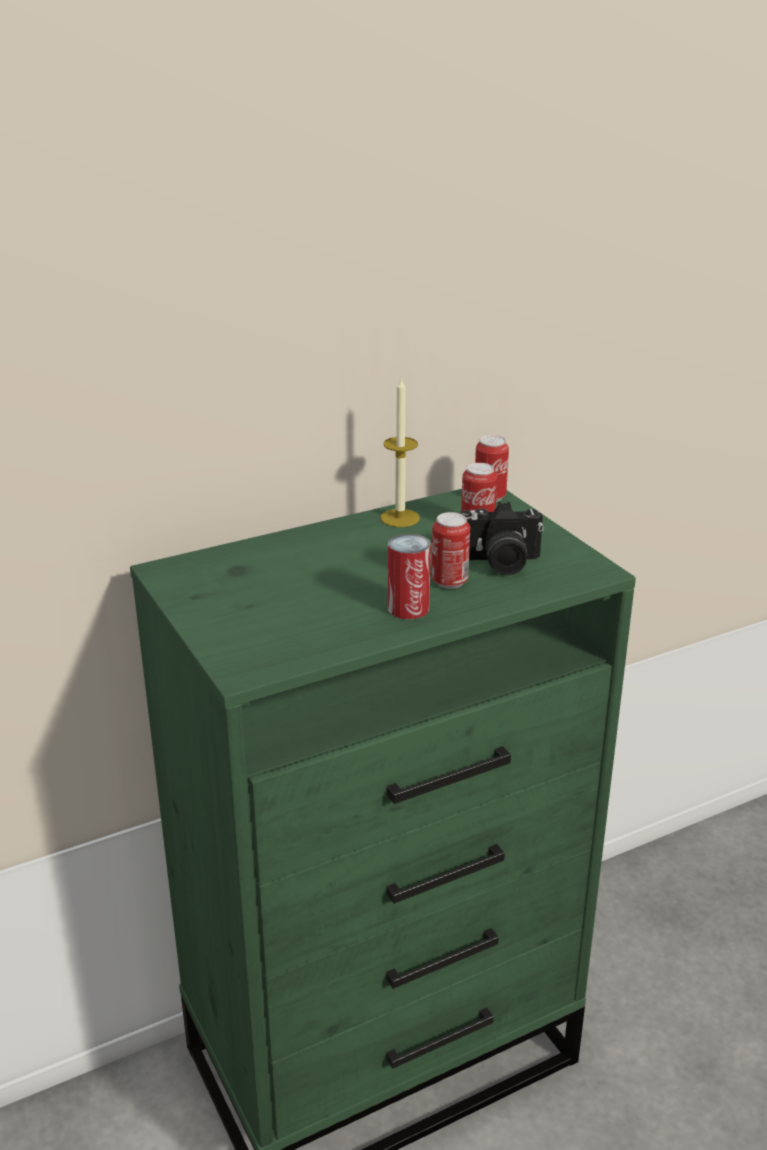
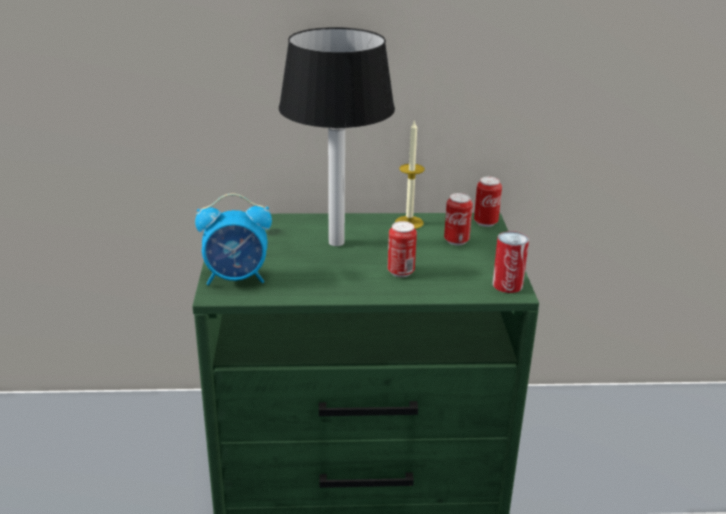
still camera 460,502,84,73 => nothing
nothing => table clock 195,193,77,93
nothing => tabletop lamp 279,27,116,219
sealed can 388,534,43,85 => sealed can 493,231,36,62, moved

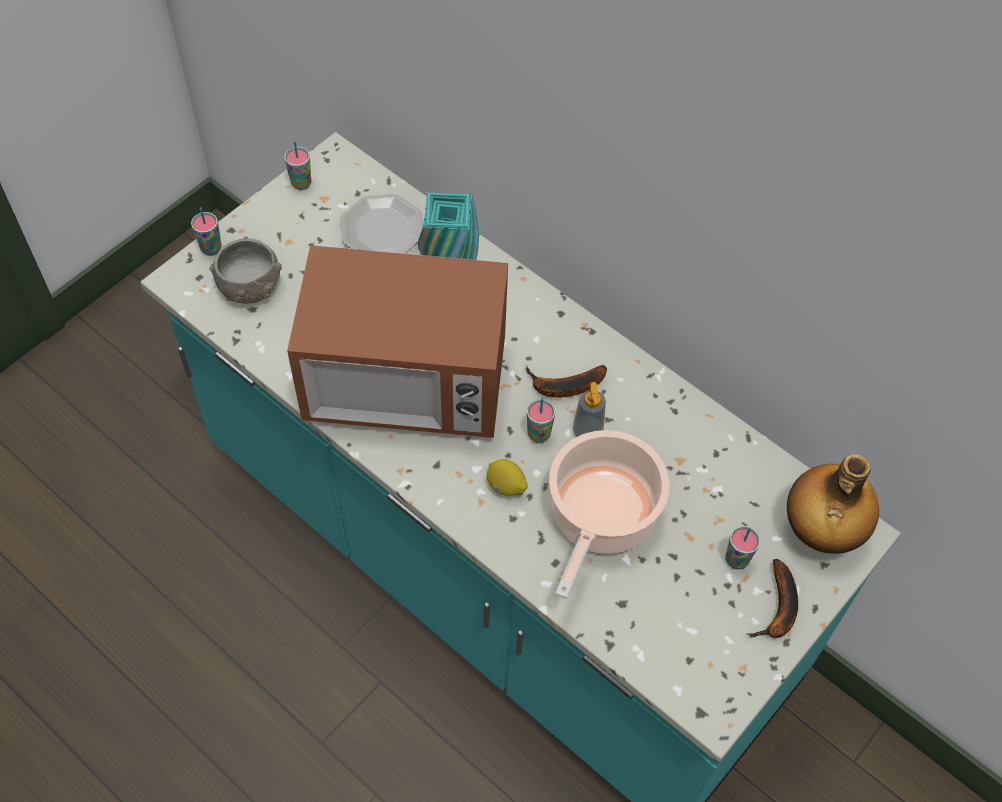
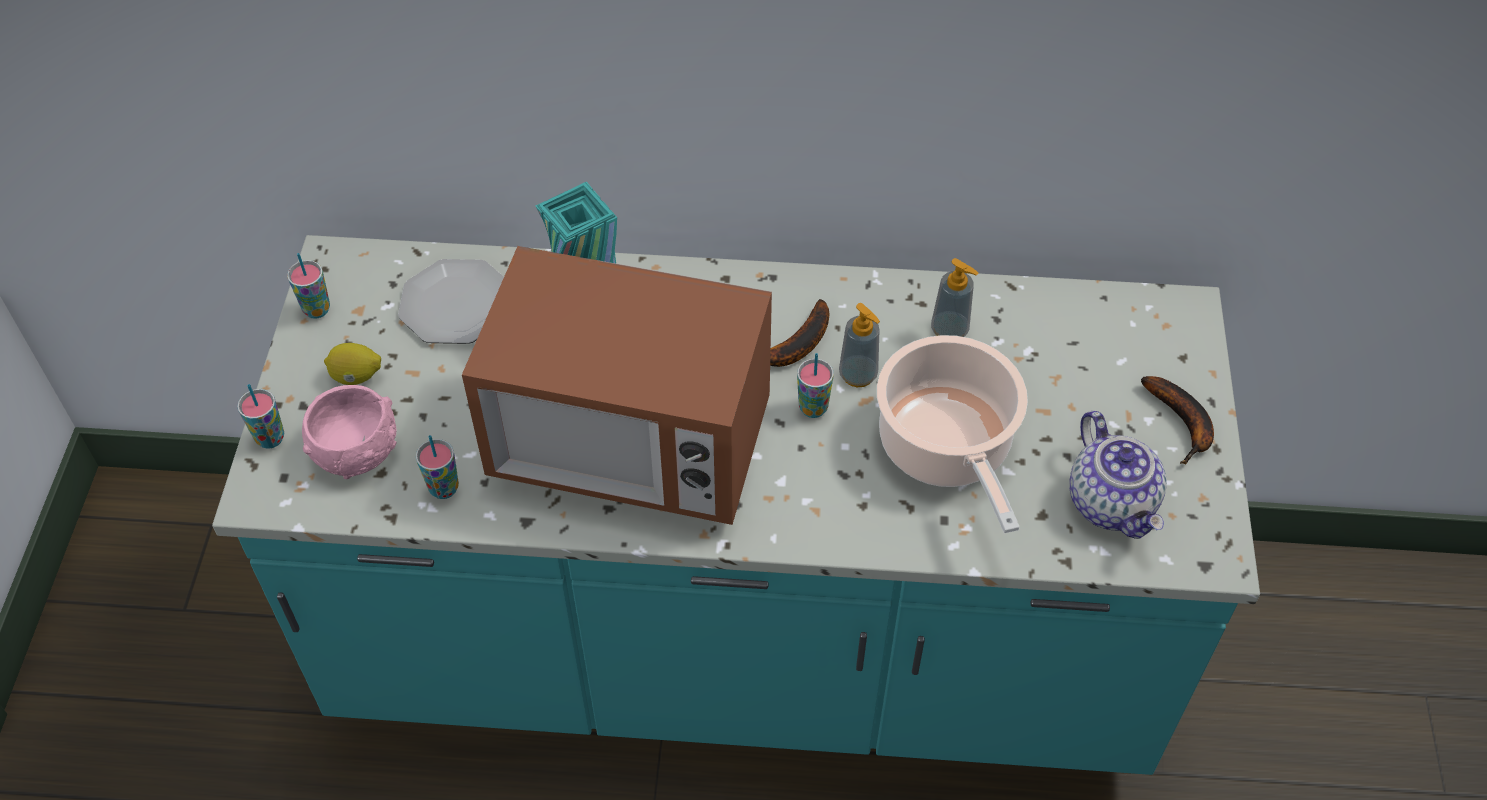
bottle 787,454,92,100 => nothing
nothing => soap bottle 931,258,47,79
nothing => pot for tea 1070,411,97,128
lemon 486,459,42,37 => lemon 324,343,57,42, moved
small cup 725,526,35,44 => small cup 416,435,43,64, moved
gray bowl 209,238,73,66 => pinkish bowl 302,385,95,94
microwave 287,245,221,193 => microwave 462,246,310,279, 45 degrees clockwise

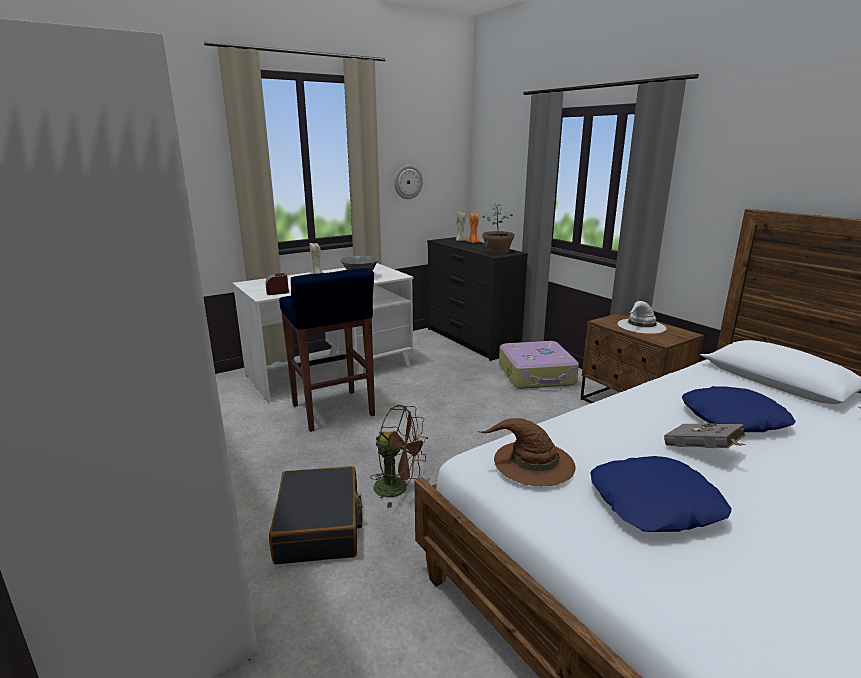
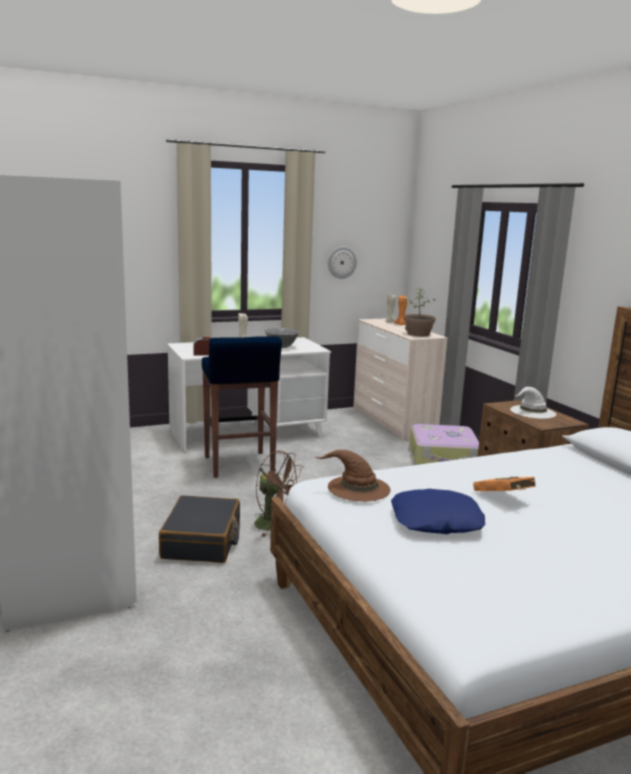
blue cushion 682,386,114,46 => nothing
blackish chest of drawers 427,237,101,124 => sand-coloured chest of drawers 353,318,95,123
gray volume 664,423,83,25 => orange volume 473,477,63,14

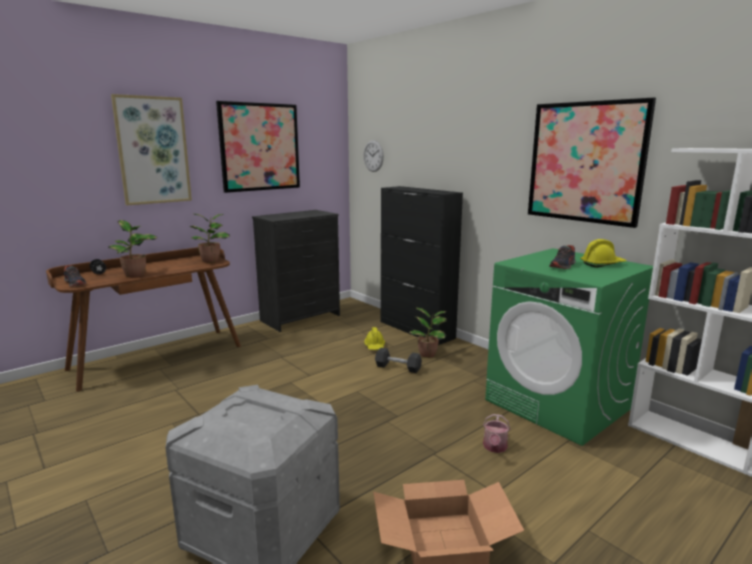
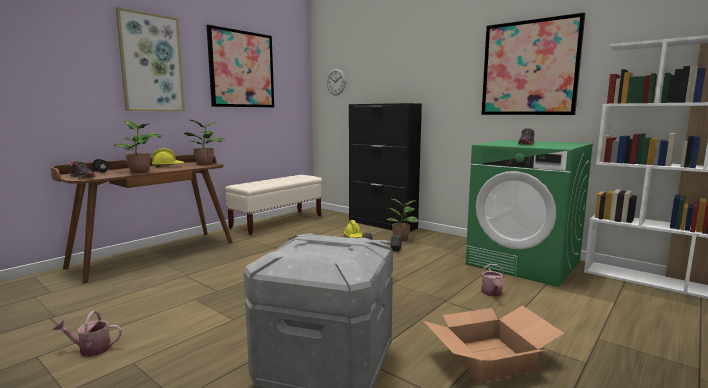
nothing => watering pot 53,311,69,46
yellow-coloured safety helmet 581,239,46,29 => yellow-coloured safety helmet 152,148,33,20, moved
blackish chest of drawers 252,210,88,122 => sand-coloured bench 225,175,97,60

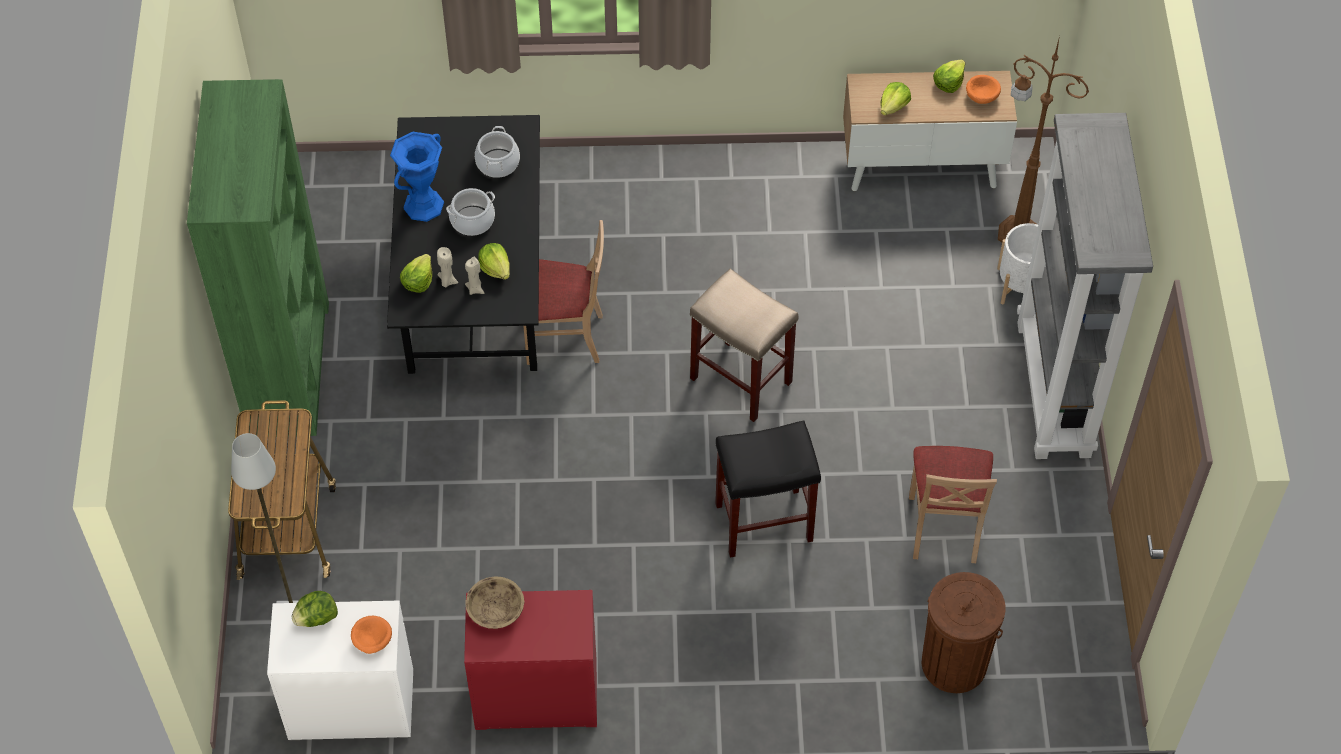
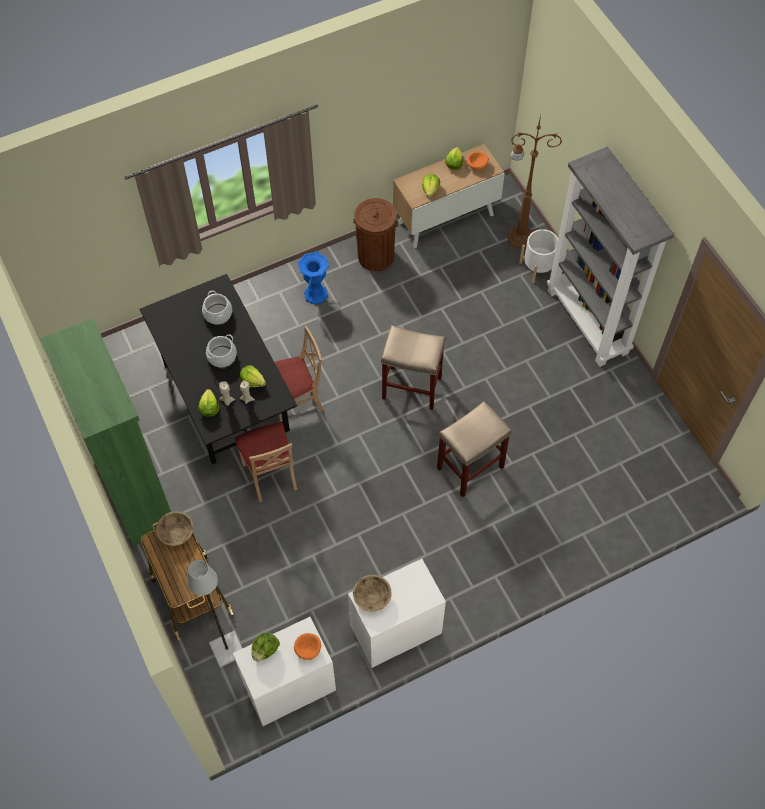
nothing => sand-coloured bowl 156,511,37,35
blue decorative vase 390,131,54,91 => blue decorative vase 298,251,31,53, moved
sand-coloured upright chair 909,446,88,117 => sand-coloured upright chair 235,422,62,80, moved
brown rubbish bin 922,572,84,121 => brown rubbish bin 353,198,45,73, moved
red-coloured chest of drawers 464,590,133,140 => white-coloured chest of drawers 348,559,98,109
blackish stool seat 715,420,106,138 => sand-coloured stool seat 437,401,74,96

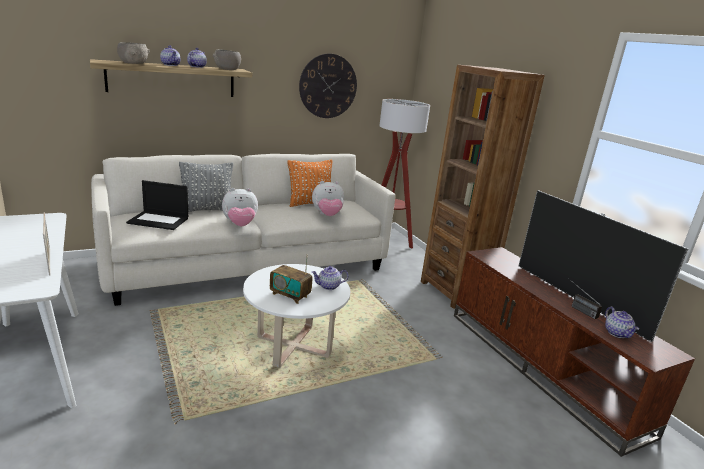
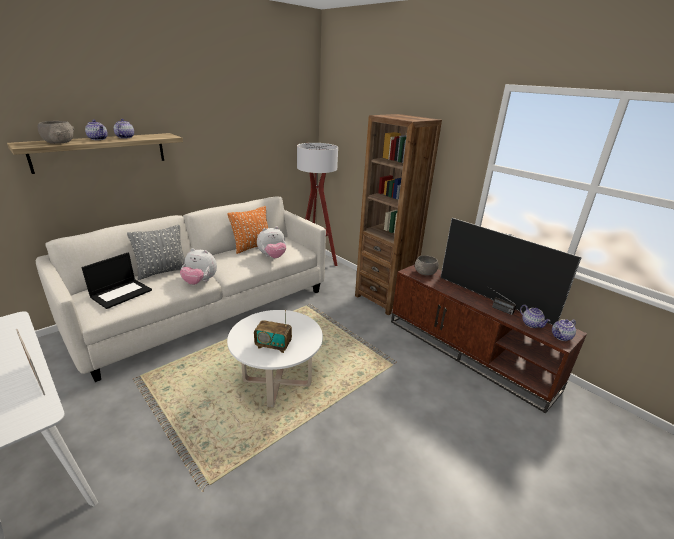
hanging clock 299,54,58,64 => nothing
gray bowl 213,49,28,21 => gray bowl 415,255,24,21, moved
pot for tea 311,266,37,24 => pot for tea 552,319,24,22, moved
notebook computer 126,180,62,50 => notebook computer 82,253,70,56, 45 degrees counterclockwise
plush toy 222,188,36,38 => plush toy 180,248,37,37, 45 degrees clockwise

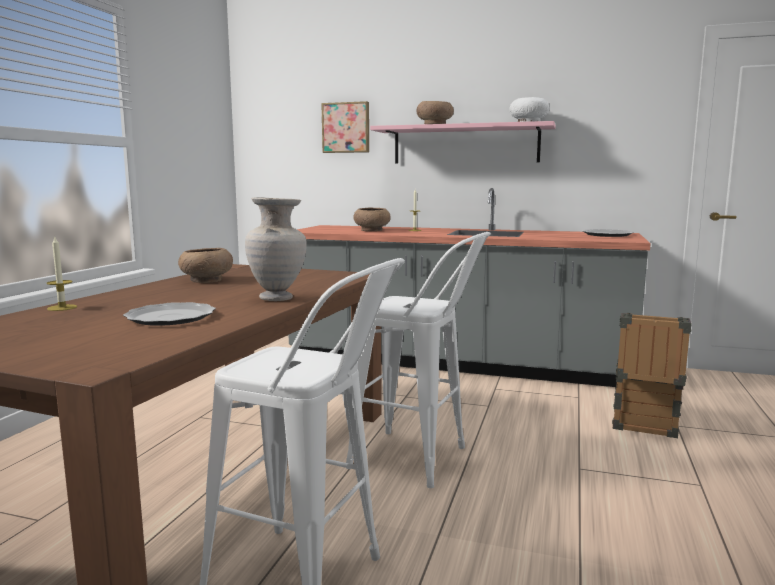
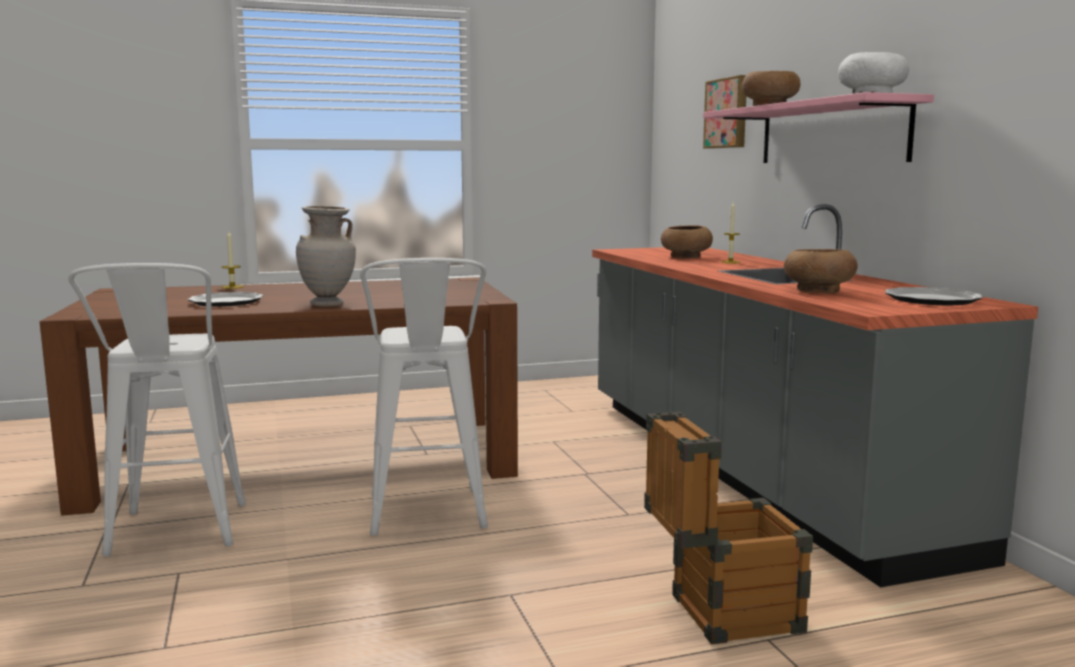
brown bowl 178,248,55,35 => brown bowl 784,249,73,44, moved

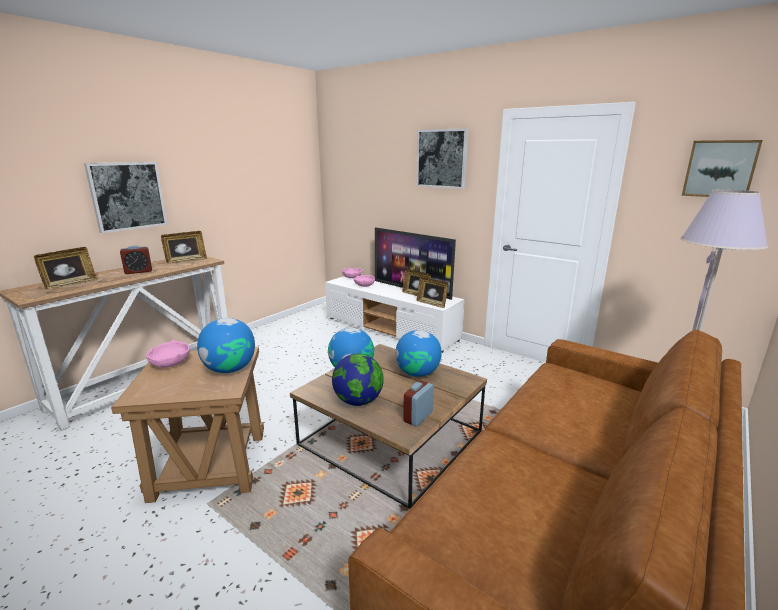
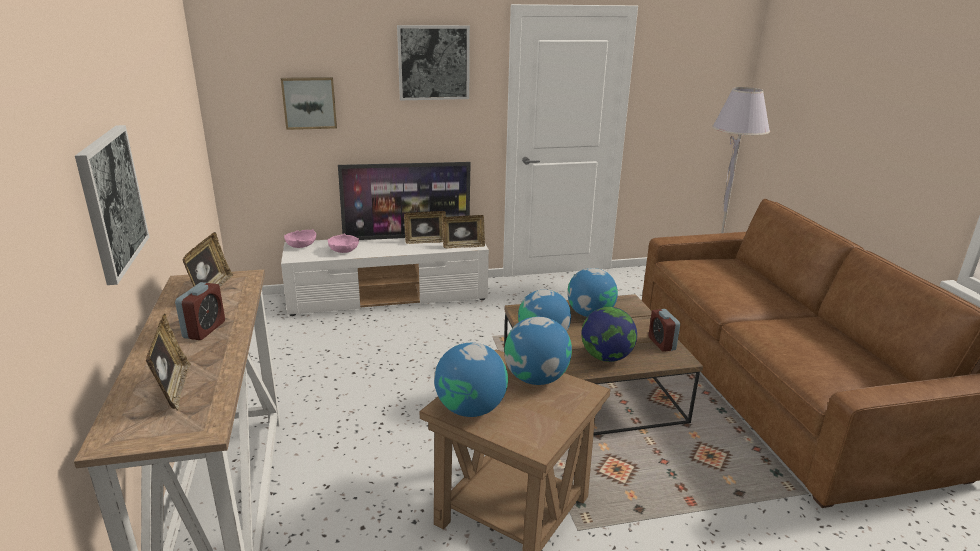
picture 682,140,81,57 => picture 281,77,56,53, moved
pinkish bowl 146,340,44,28 => globe 434,343,74,74

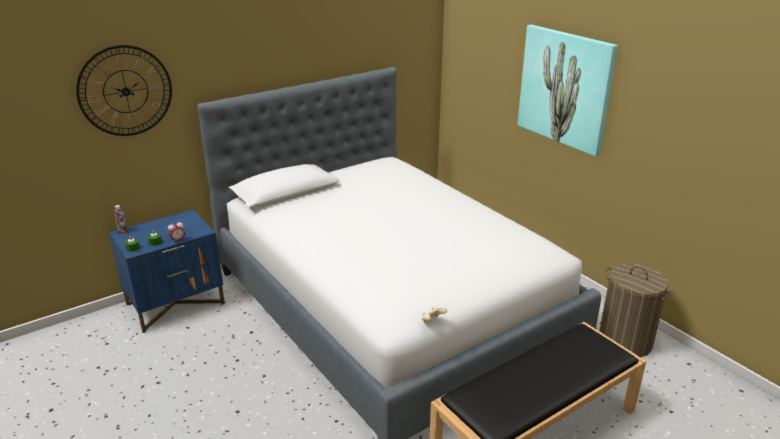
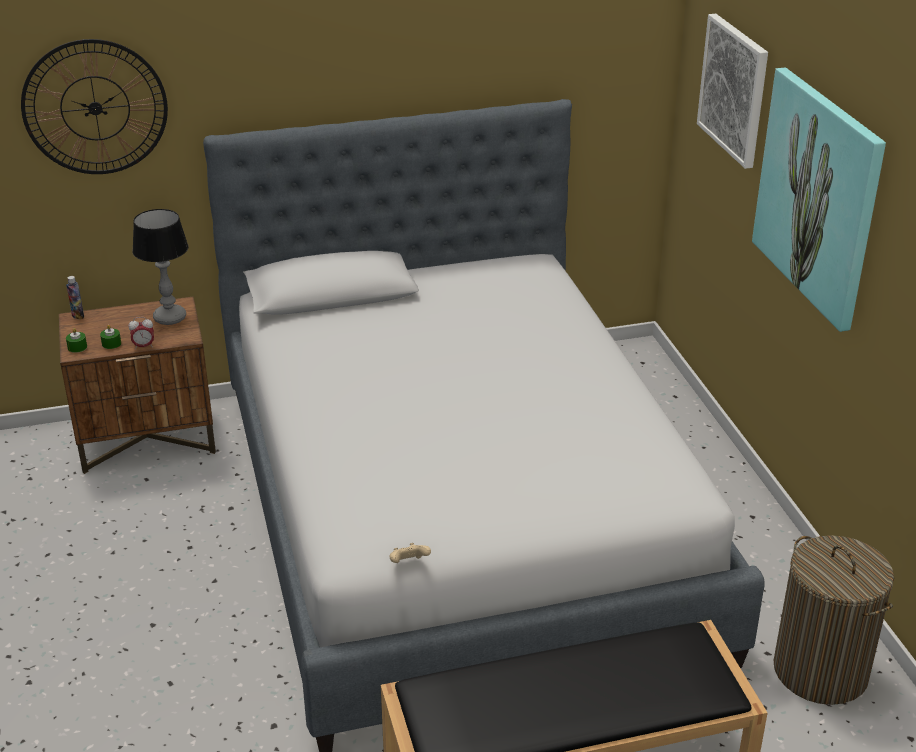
nothing => tabletop lamp 132,209,56,116
nothing => picture 697,14,71,155
blue night table 109,209,116,124 => brown night table 59,297,157,177

